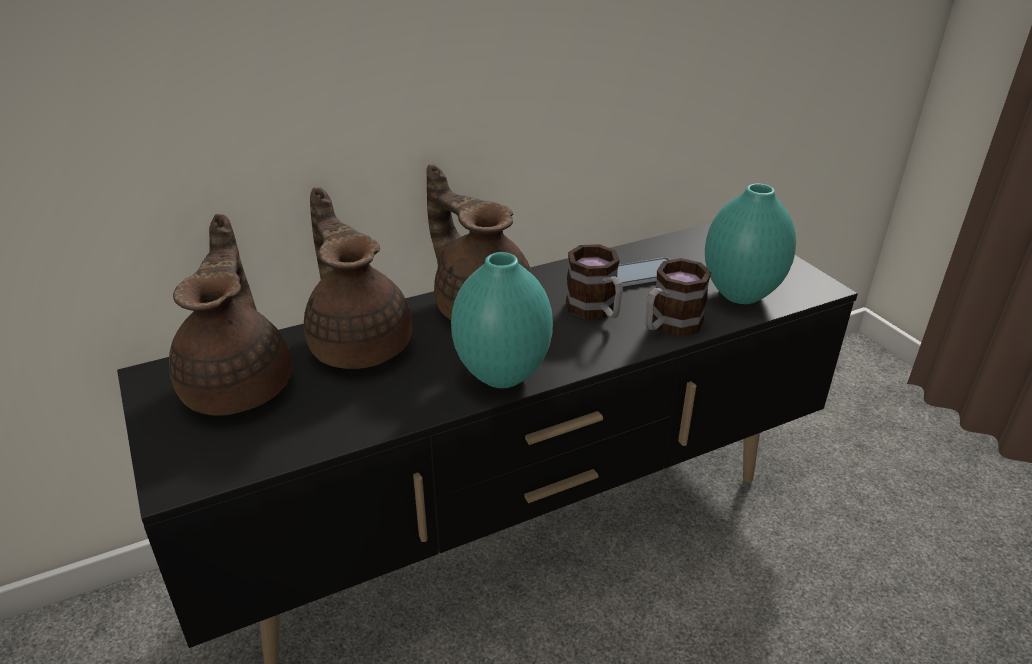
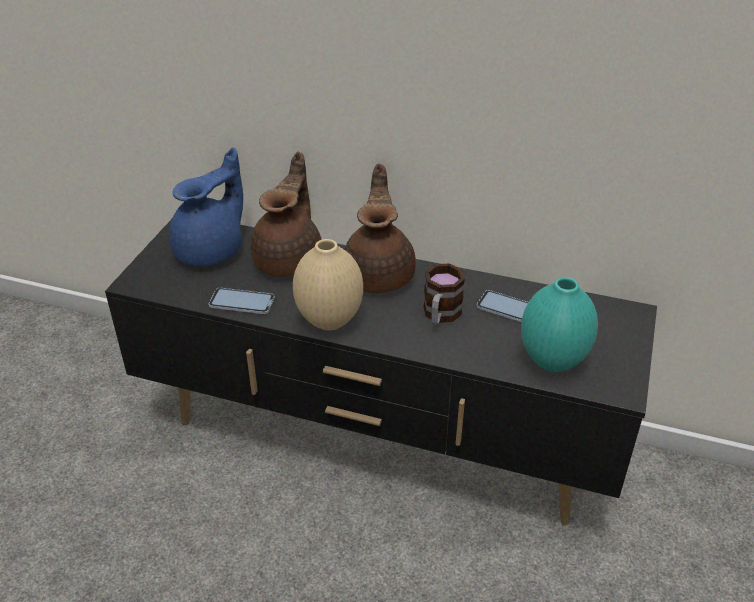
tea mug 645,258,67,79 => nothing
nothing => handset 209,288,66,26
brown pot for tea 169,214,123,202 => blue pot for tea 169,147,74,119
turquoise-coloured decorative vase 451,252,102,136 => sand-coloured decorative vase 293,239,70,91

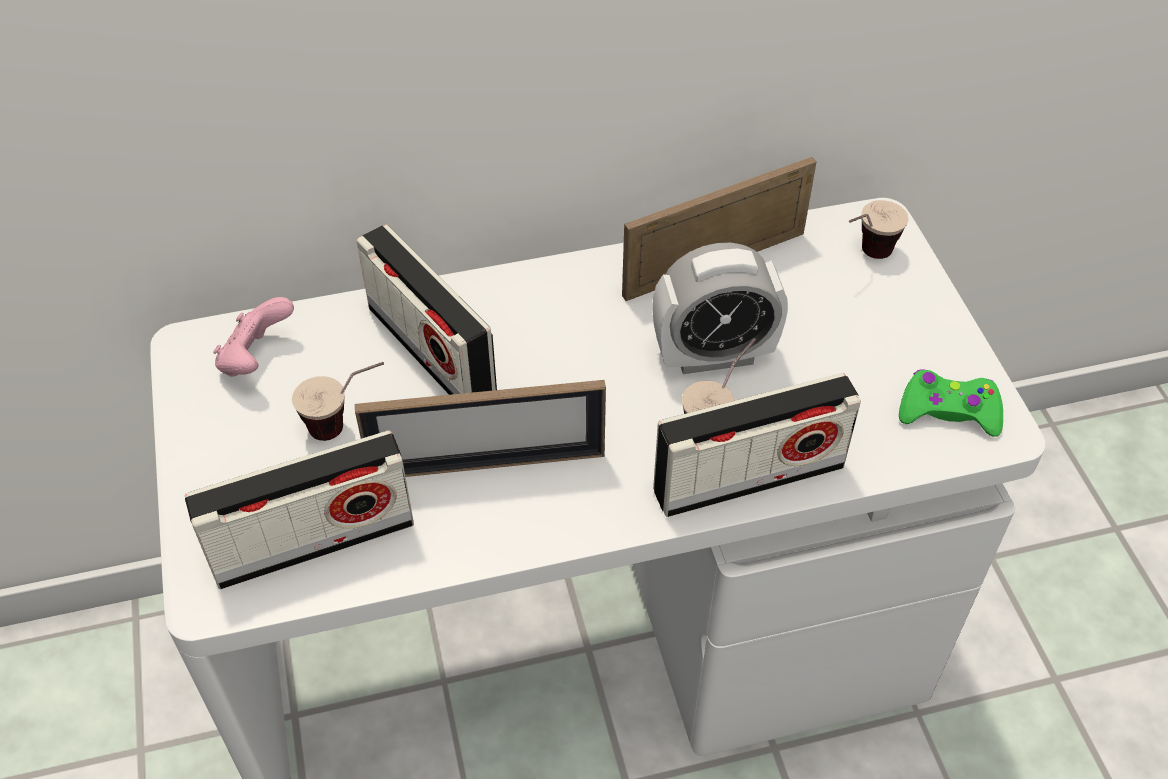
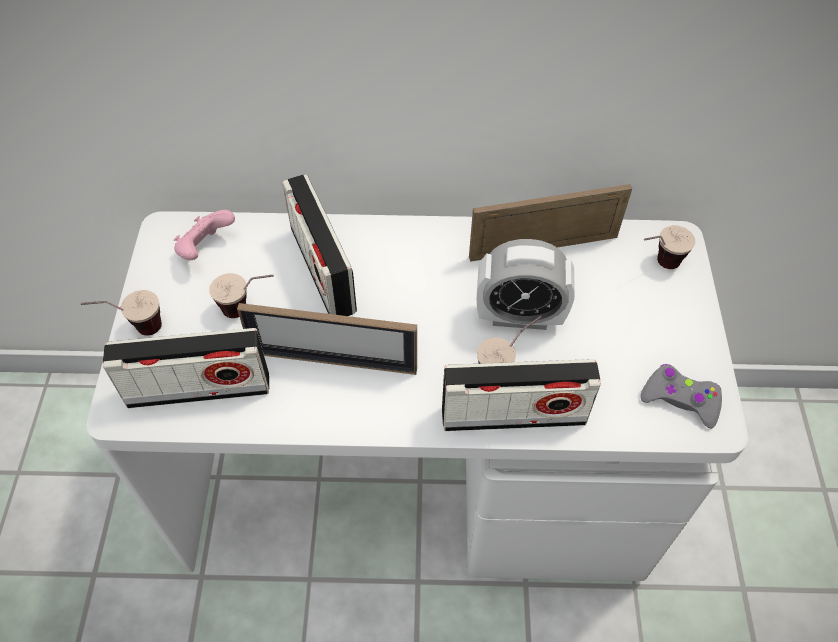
nothing => small cup 81,290,81,46
green-coloured gamepad 899,369,104,68 => gray gamepad 641,364,81,65

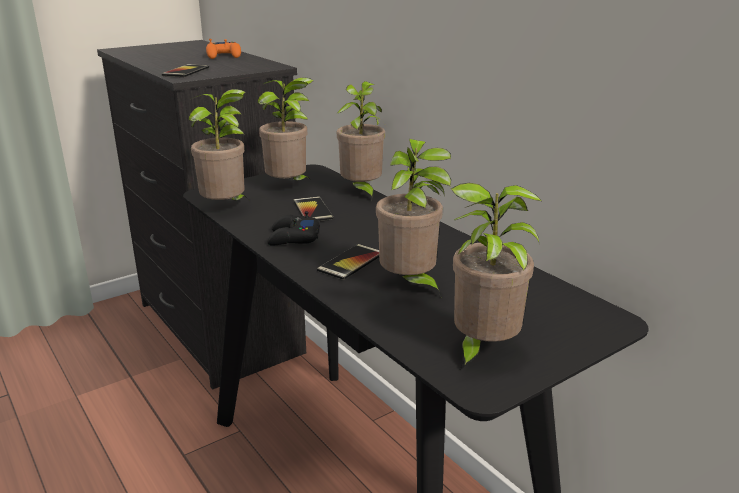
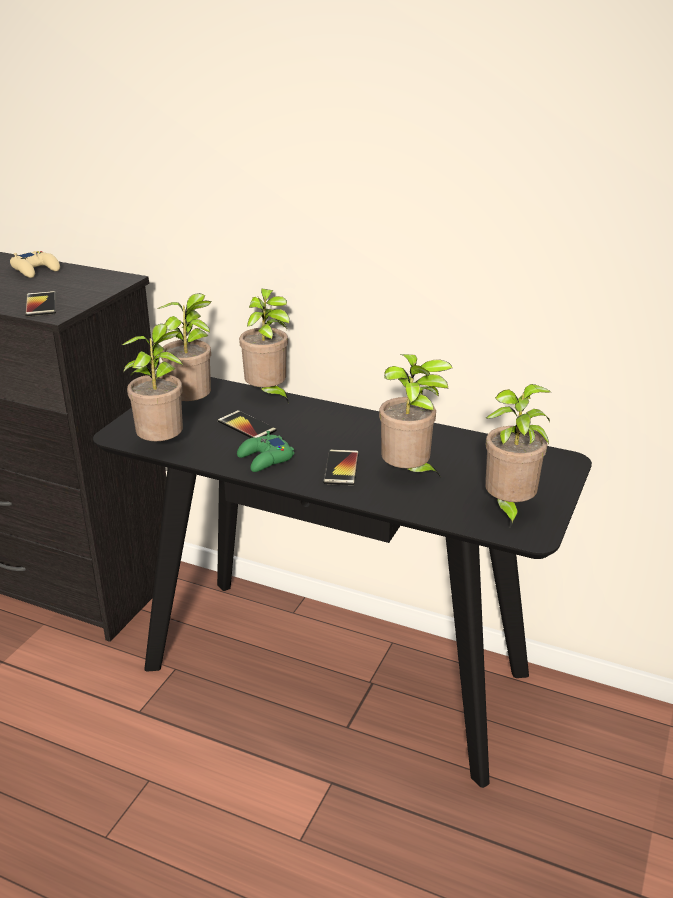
orange gamepad 206,39,35,20 => sand-coloured gamepad 10,251,50,27
blackish gamepad 267,211,53,35 => green-coloured gamepad 237,431,57,41

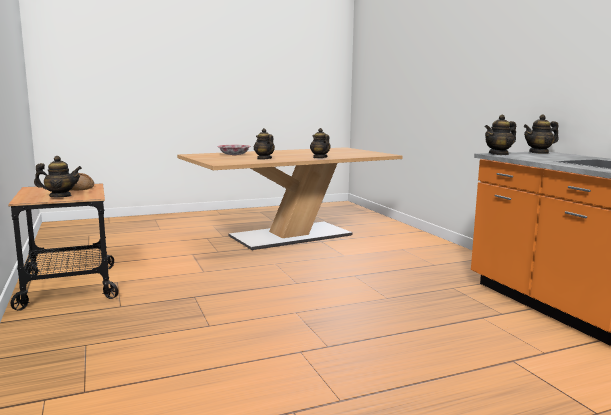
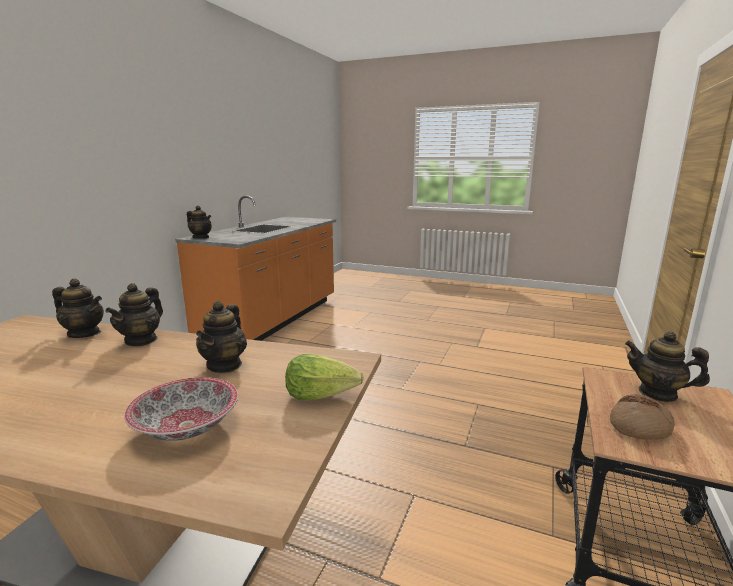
nothing => lettuce 285,354,79,46
pot for tea 485,114,31,41 => pot for tea 52,279,52,59, moved

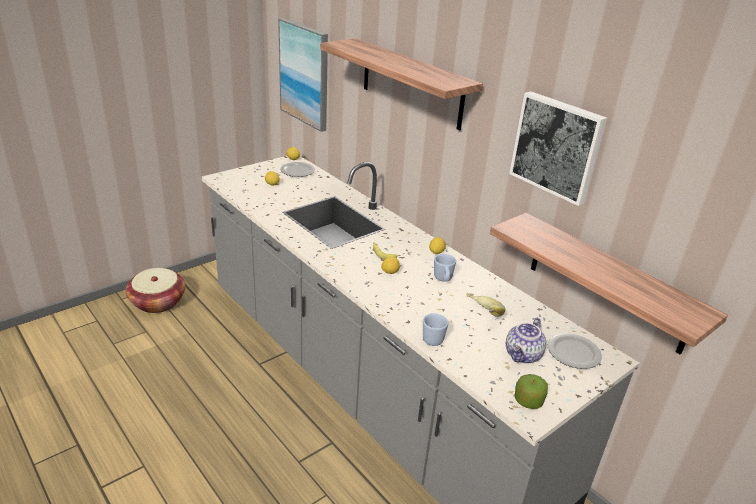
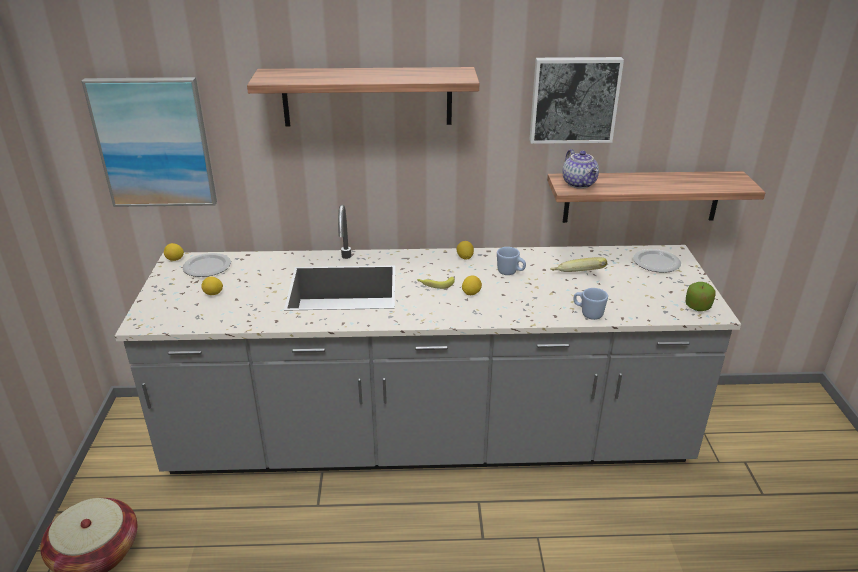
pot for tea 506,318,40,46 => pot for tea 562,149,37,40, moved

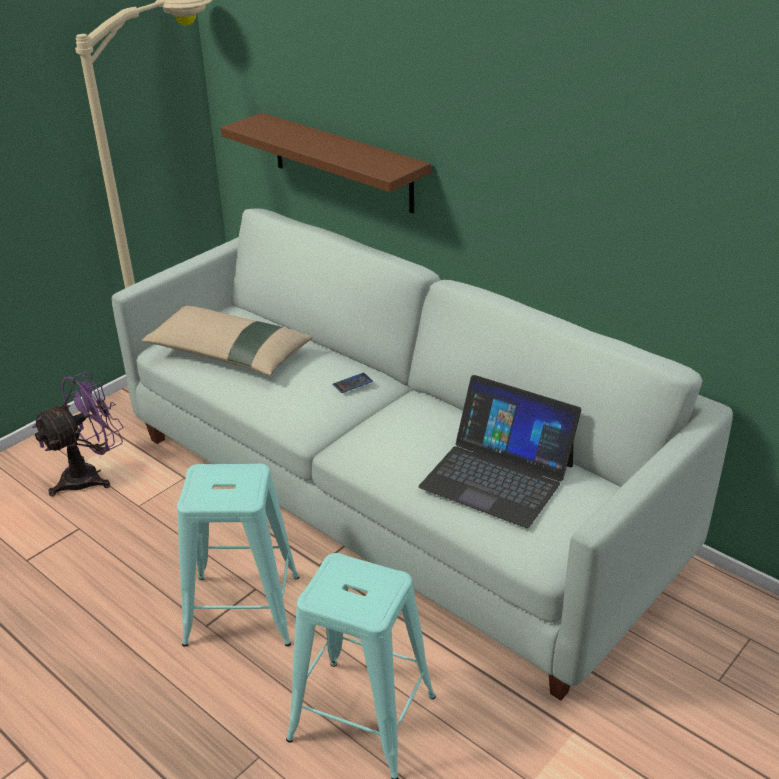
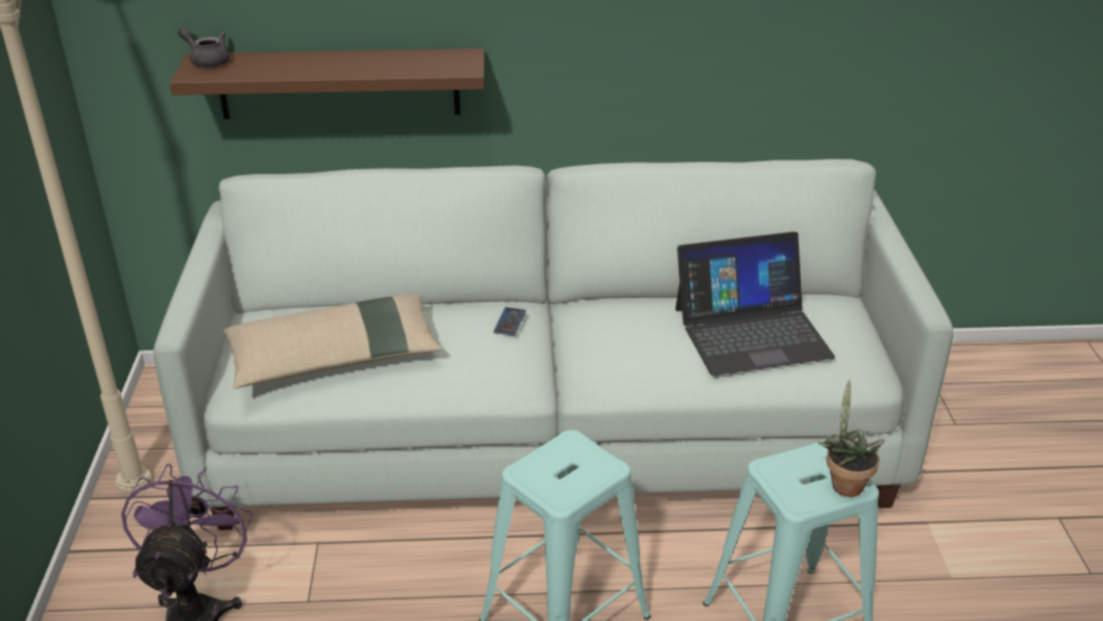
nothing => gray pot for tea 178,27,51,41
nothing => houseplant 818,379,67,118

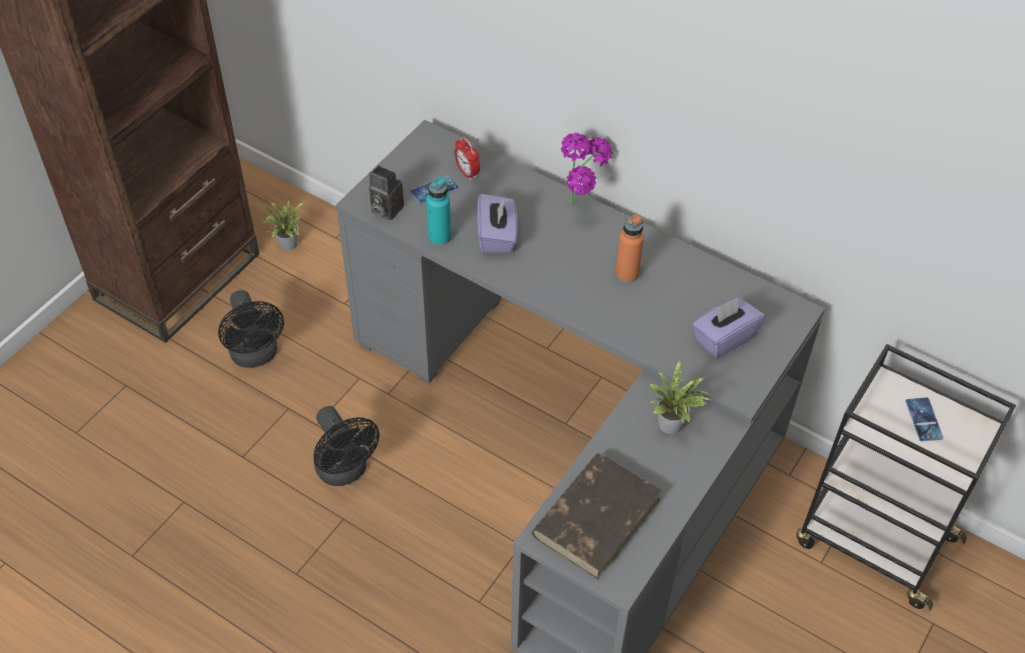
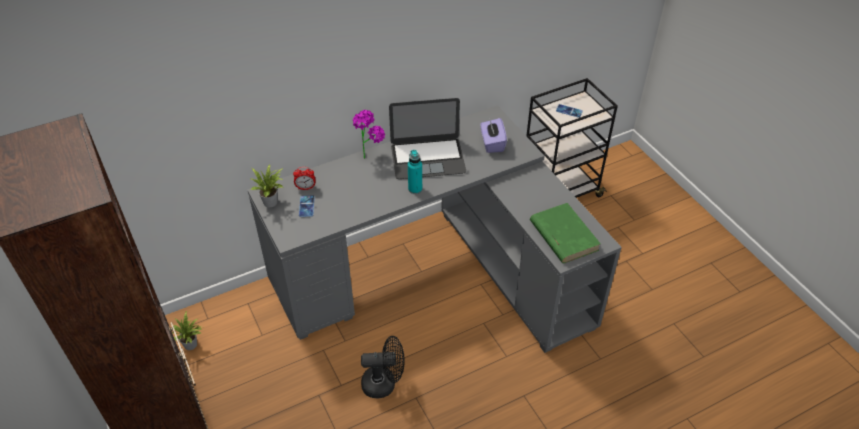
blackish electric fan 218,290,66,78 => nothing
still camera 369,165,35,55 => nothing
purple box of tissues 477,194,40,60 => nothing
turquoise-coloured bottle 426,177,25,69 => turquoise-coloured bottle 408,150,14,44, moved
houseplant 648,359,64,75 => houseplant 250,164,33,44, moved
orange bottle 615,214,29,69 => notebook computer 389,98,77,81
brown volume 532,453,130,127 => green-coloured volume 530,203,71,60

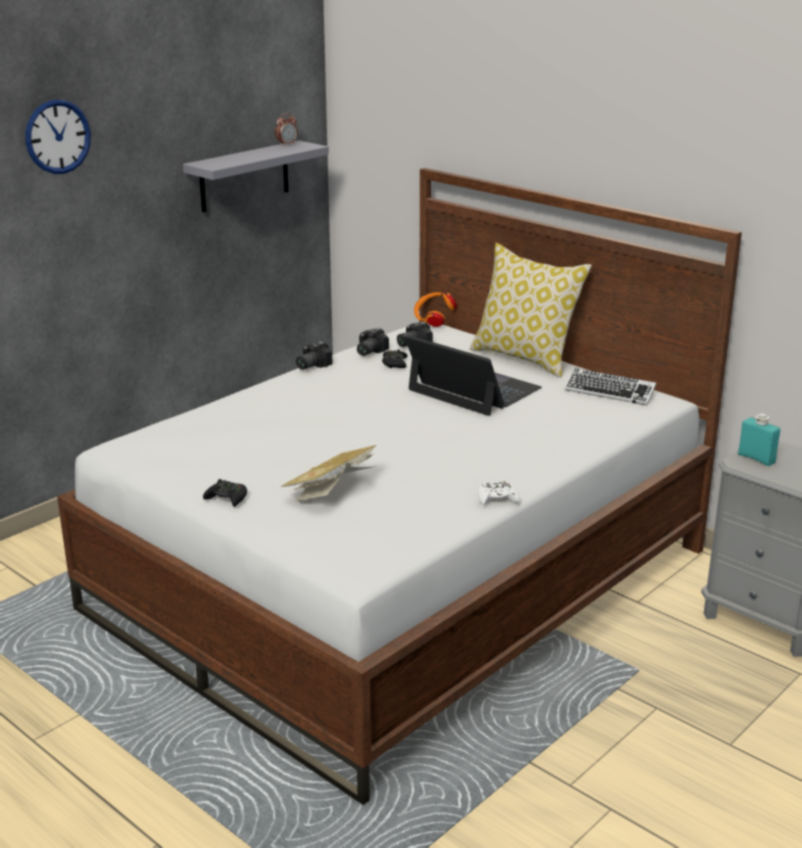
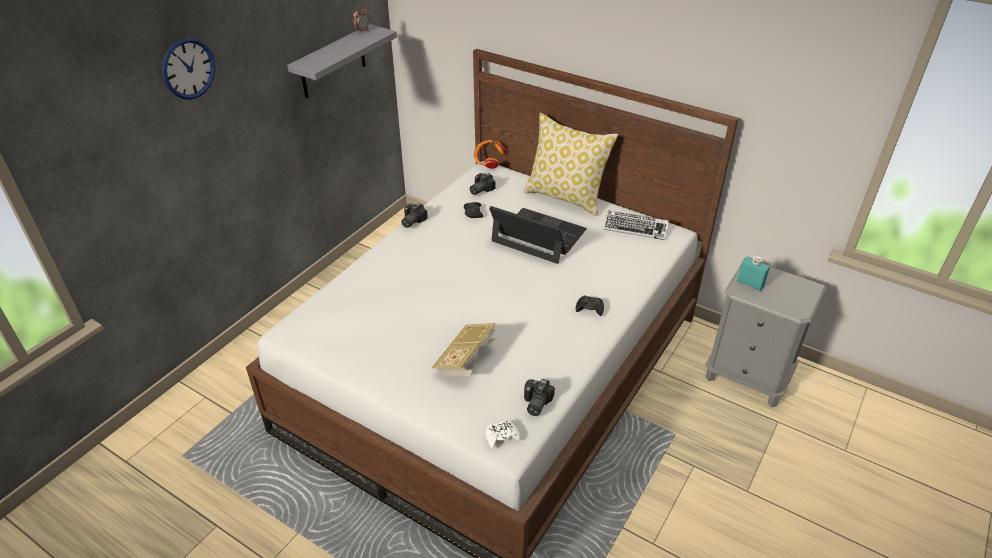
blackish gamepad 203,479,44,28 => blackish gamepad 576,296,28,20, moved
still camera 357,328,32,28 => still camera 524,379,31,37, moved
white-coloured gamepad 477,481,43,25 => white-coloured gamepad 486,420,35,29, moved

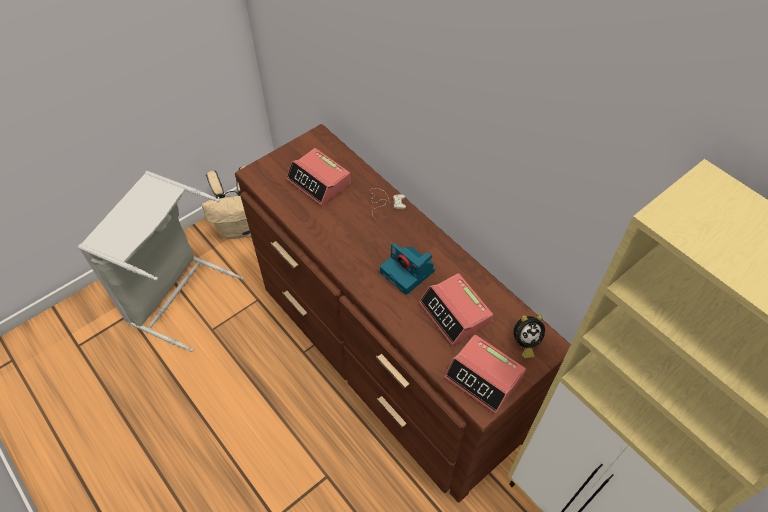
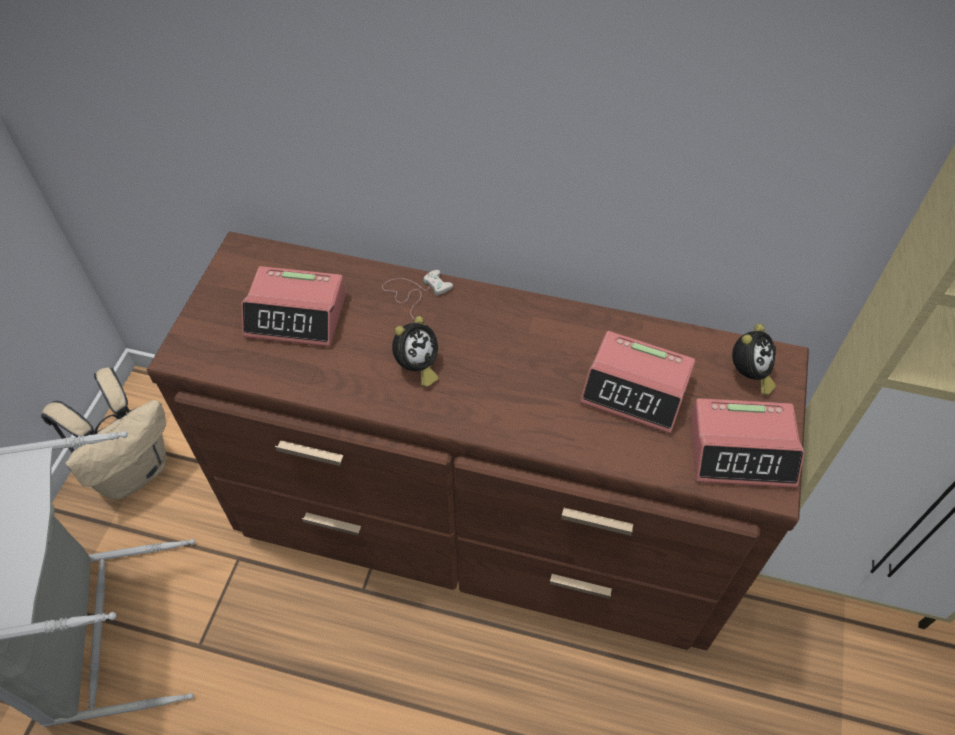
still camera 380,243,55,52 => nothing
nothing => table clock 392,316,47,71

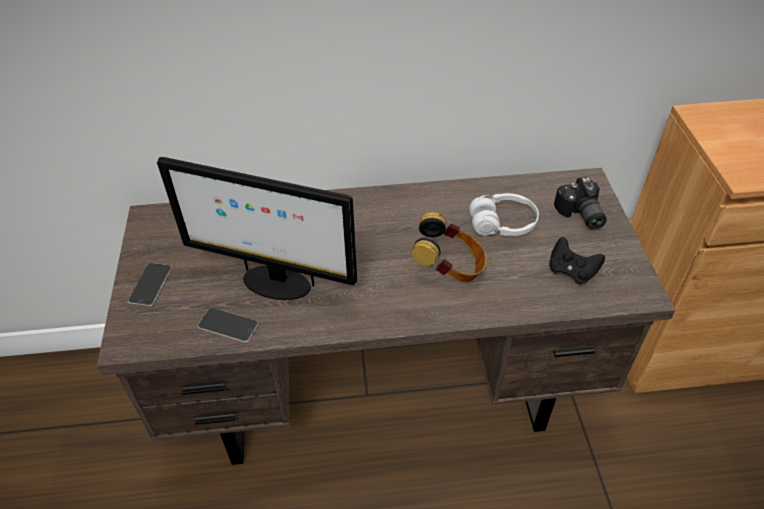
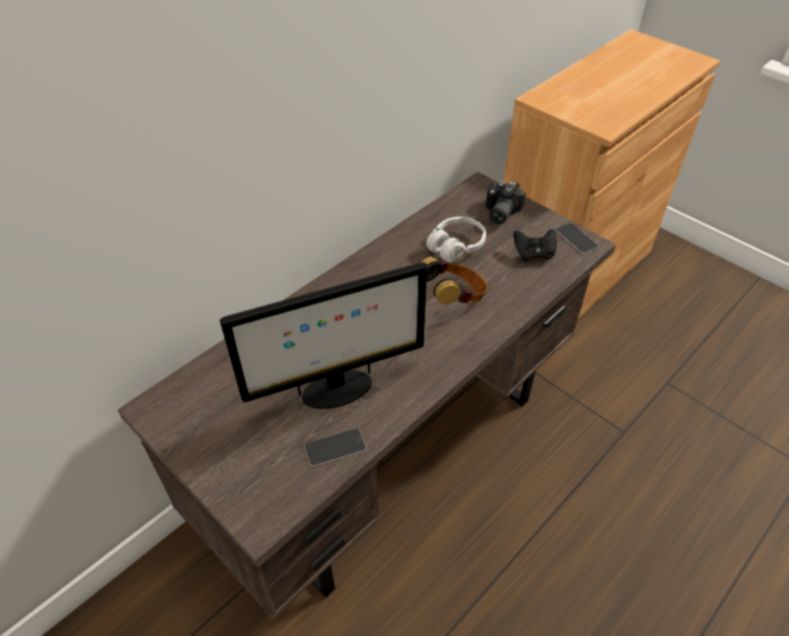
handset 128,263,44,43 => handset 555,223,44,31, moved
still camera 554,177,53,53 => still camera 486,181,39,43, 75 degrees clockwise

